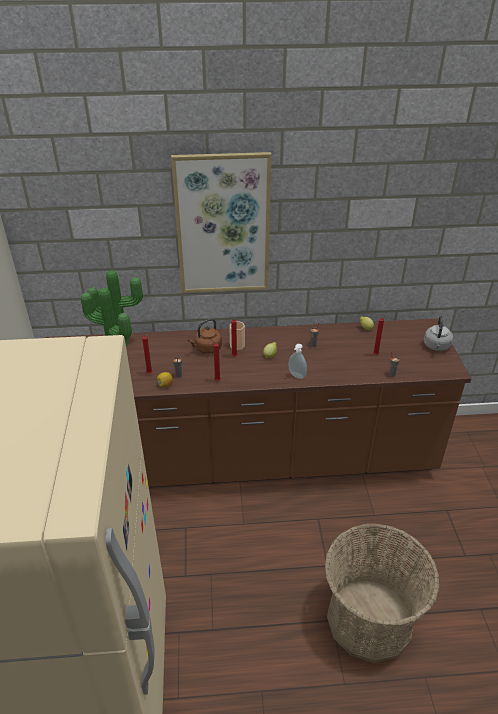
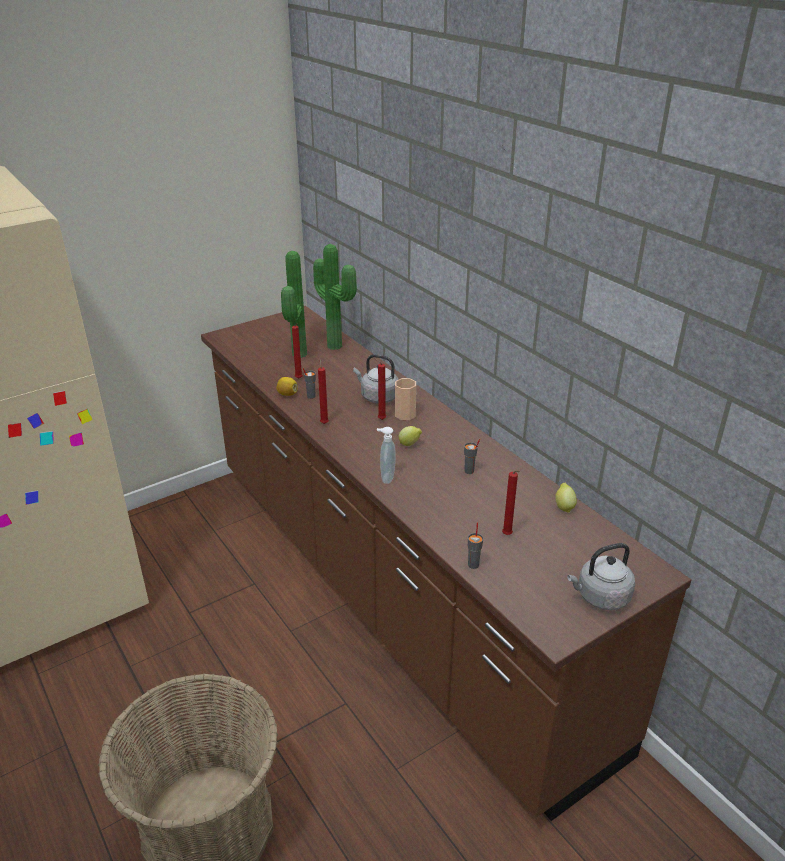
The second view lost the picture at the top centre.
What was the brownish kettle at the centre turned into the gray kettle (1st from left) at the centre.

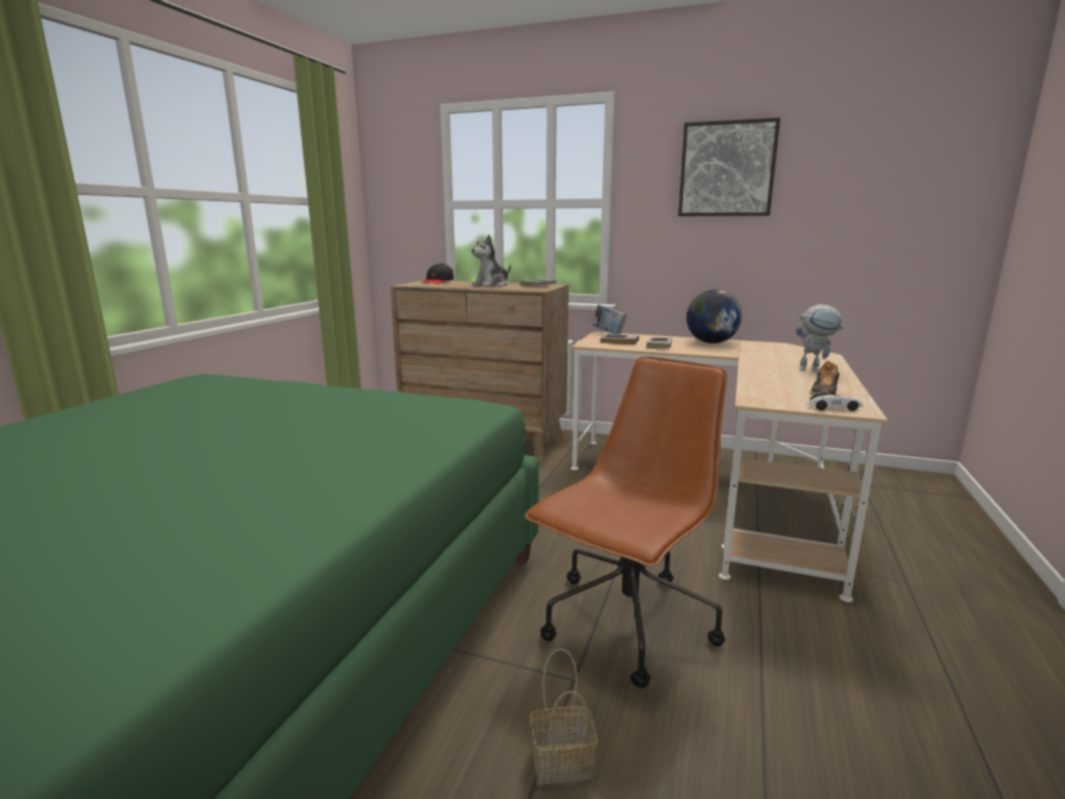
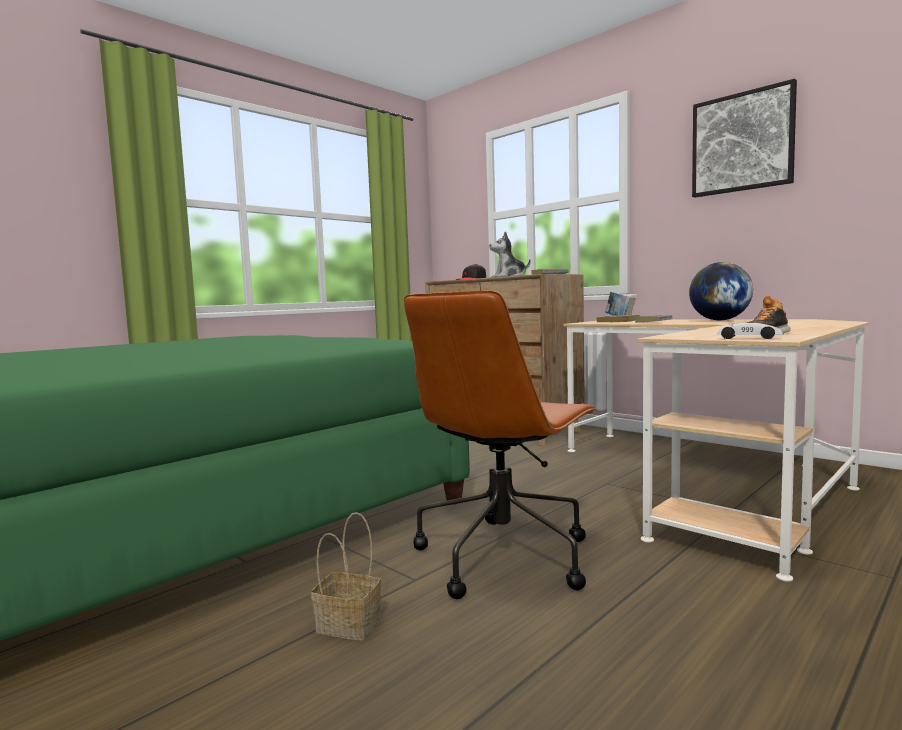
The second view lost the toy robot at the middle right.
The brownish office chair at the centre ended up facing another way, 150 degrees clockwise from before.

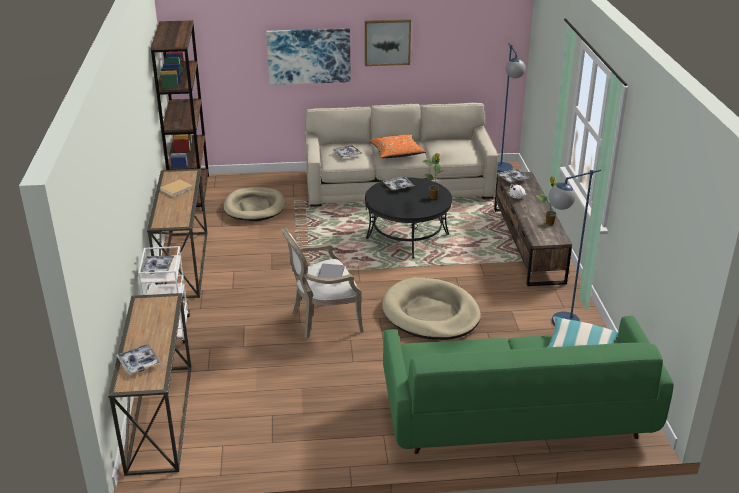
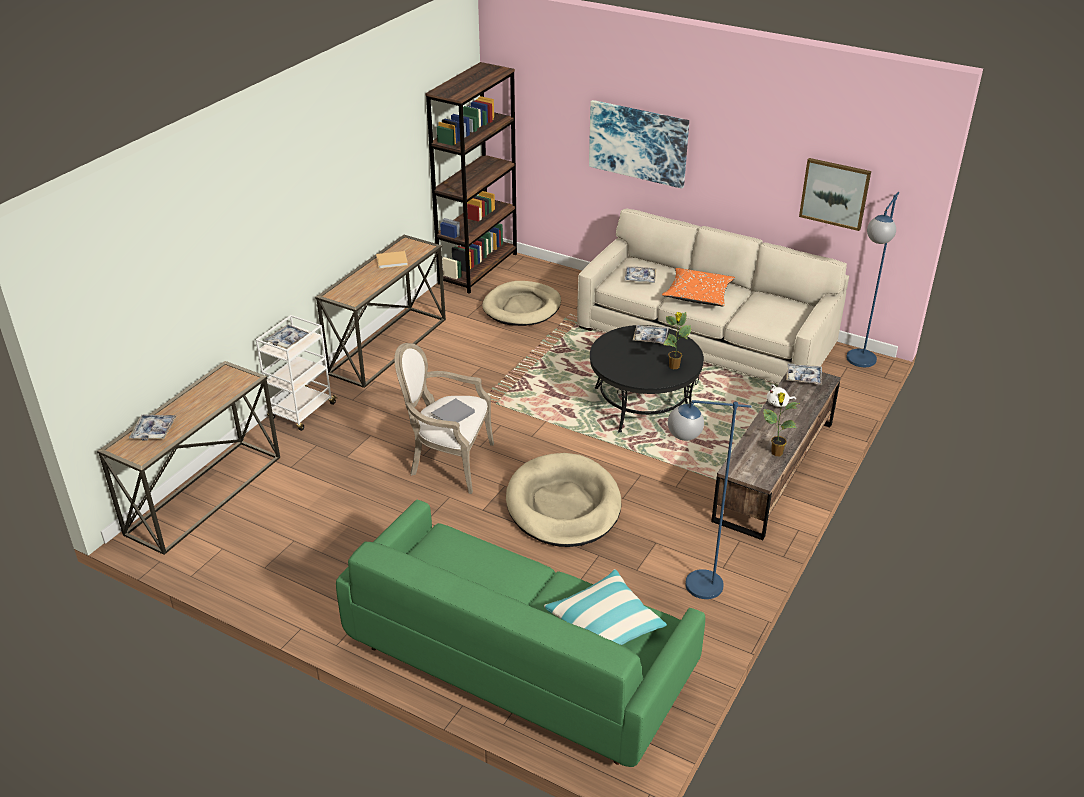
The picture (2nd from left) ended up elsewhere, having gone from the top centre to the top right.

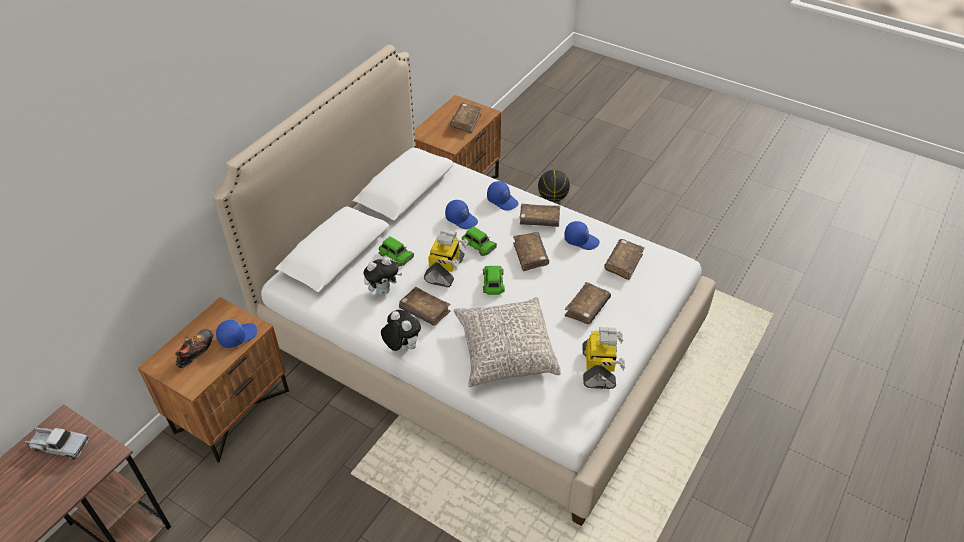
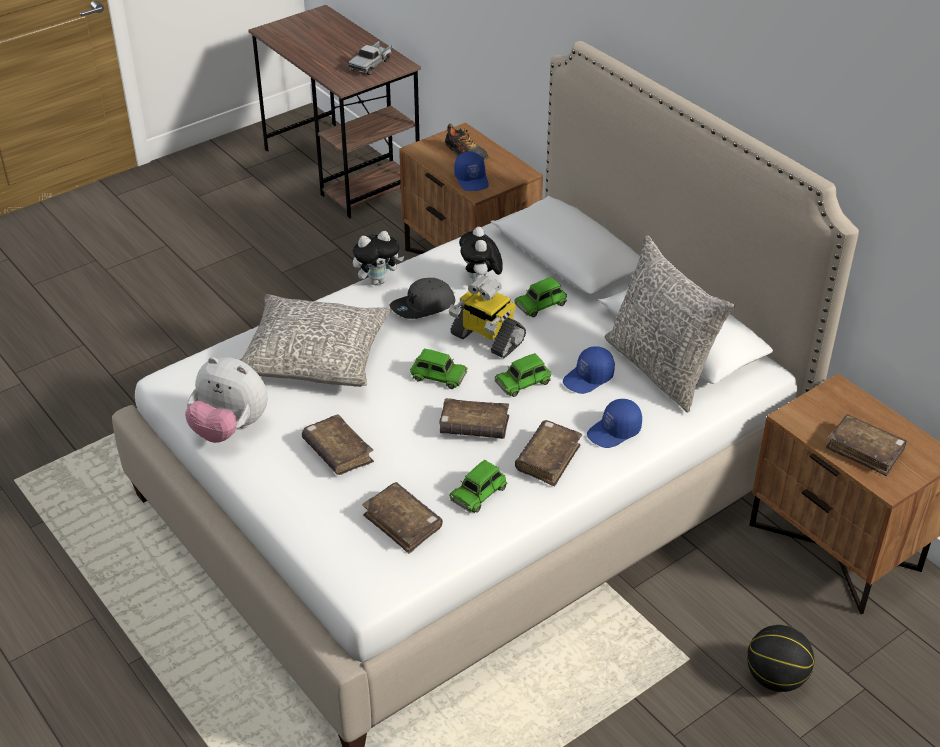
The second view gained the gray pillow (2nd from left) at the middle right.
Where the brownish volume (1st from left) stood at the centre, the gray cap came to stand at the centre.
Where the blue-coloured cap (4th from left) stood at the centre, the greenish model car (2nd from left) came to stand at the centre.
Where the toy robot (2nd from left) stood at the centre, the soft toy (1st from left) came to stand at the middle left.

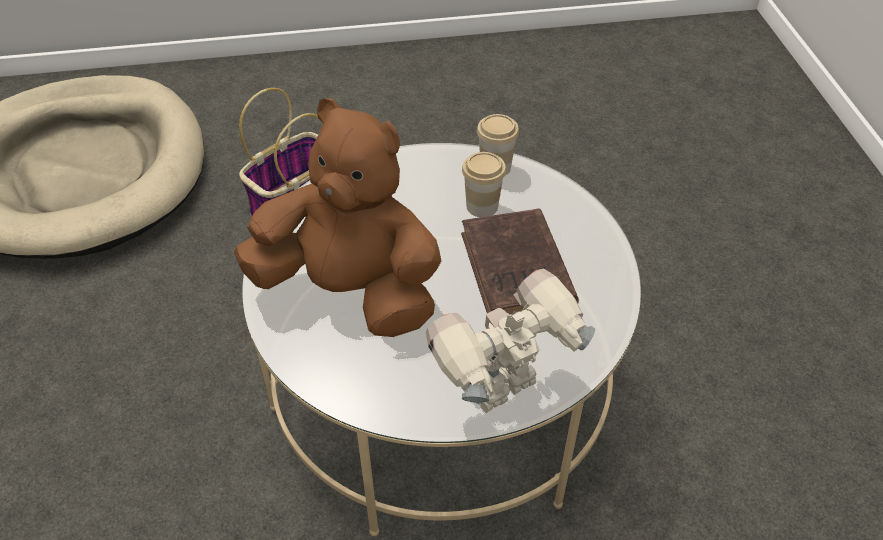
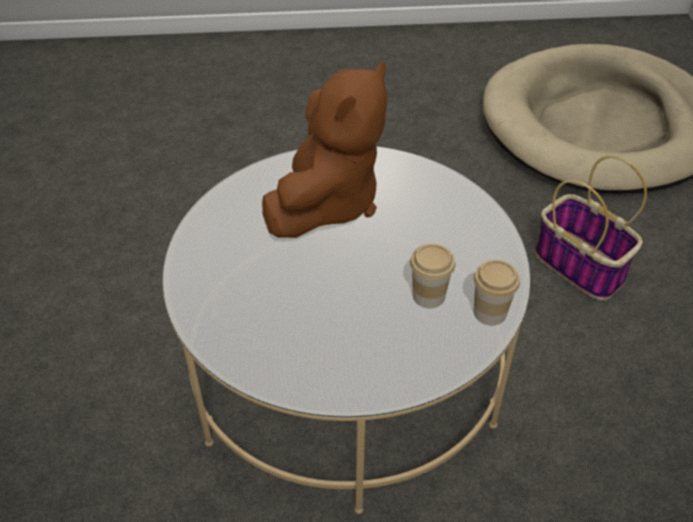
The second view lost the toy robot at the centre.
The second view lost the brownish volume at the centre.

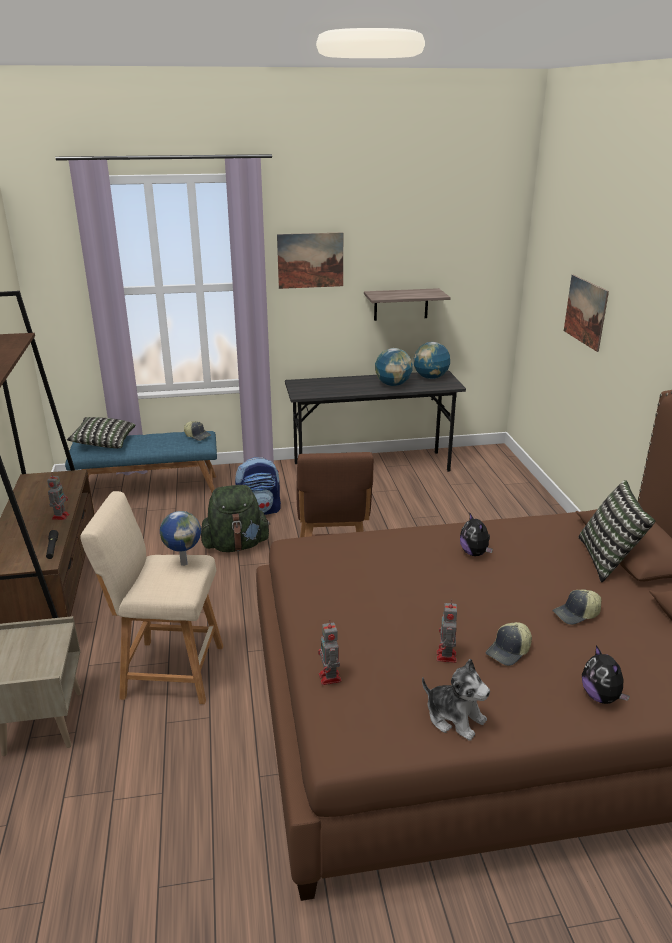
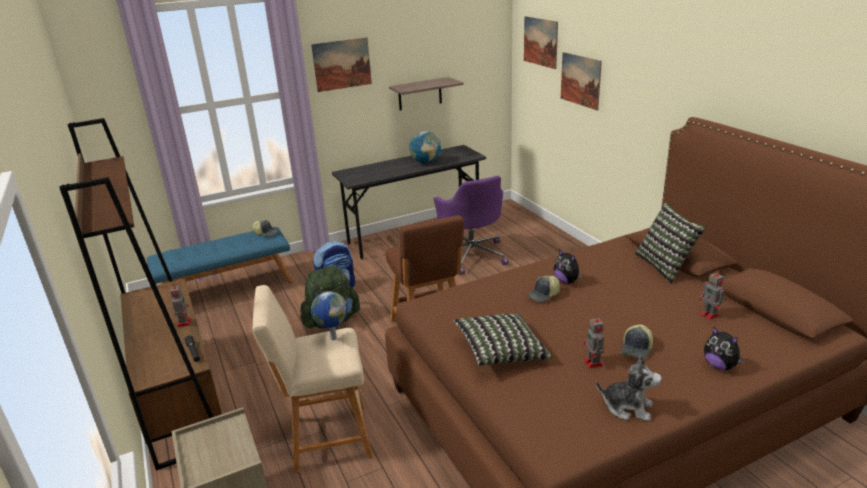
The second view lost the world globe (3rd from left) at the centre.
The second view gained the purple office chair at the centre.
The second view gained the picture (2nd from left) at the top centre.
The pillow (1st from left) ended up elsewhere, having gone from the middle left to the bottom centre.
The toy robot (2nd from left in the first image) ended up elsewhere, having gone from the bottom centre to the middle right.
The cap (3rd from left in the first image) ended up elsewhere, having gone from the middle right to the centre.

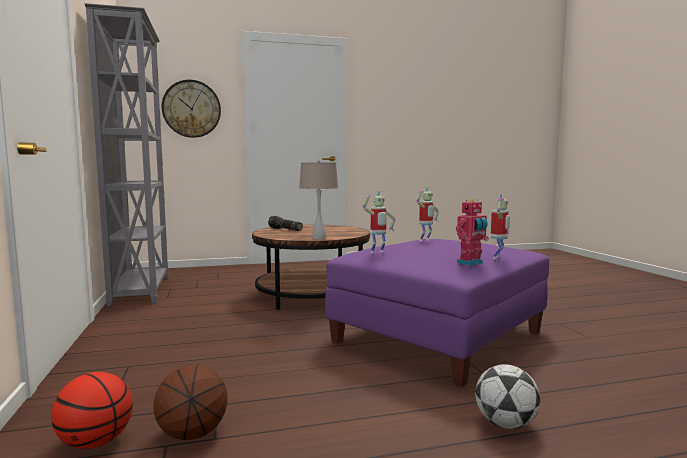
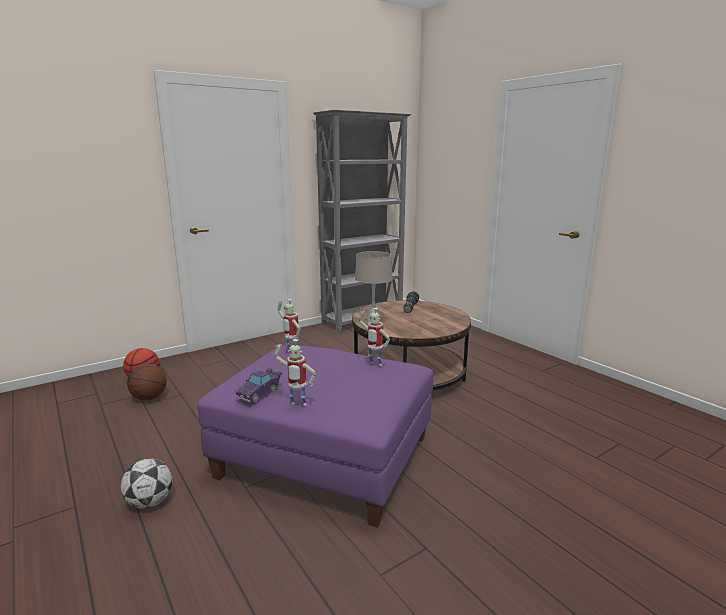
The second view lost the wall clock at the top left.
Where the toy robot (3rd from left) stood at the middle right, the purple model car came to stand at the centre.

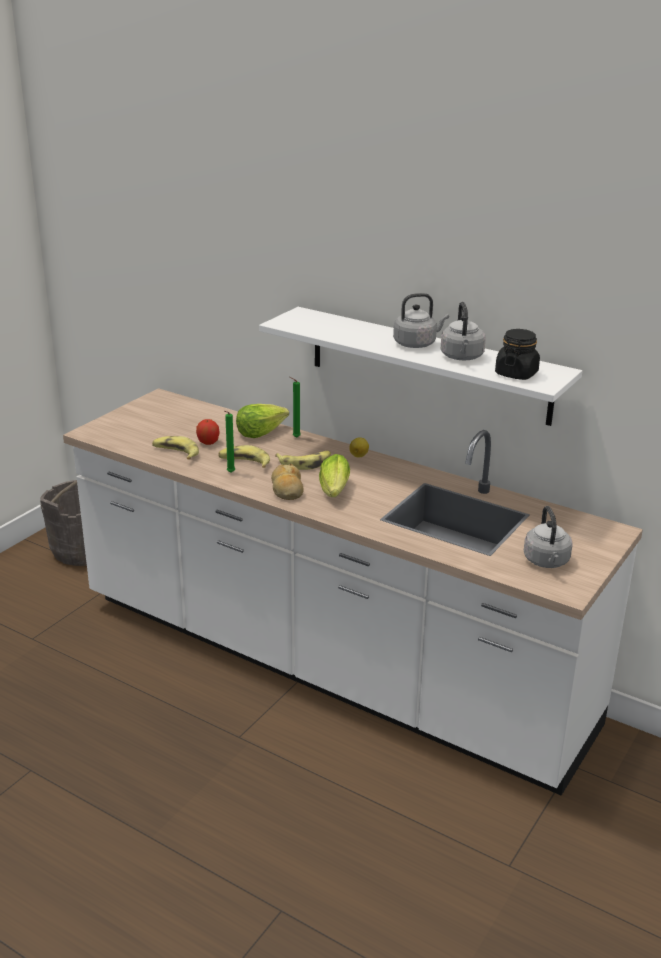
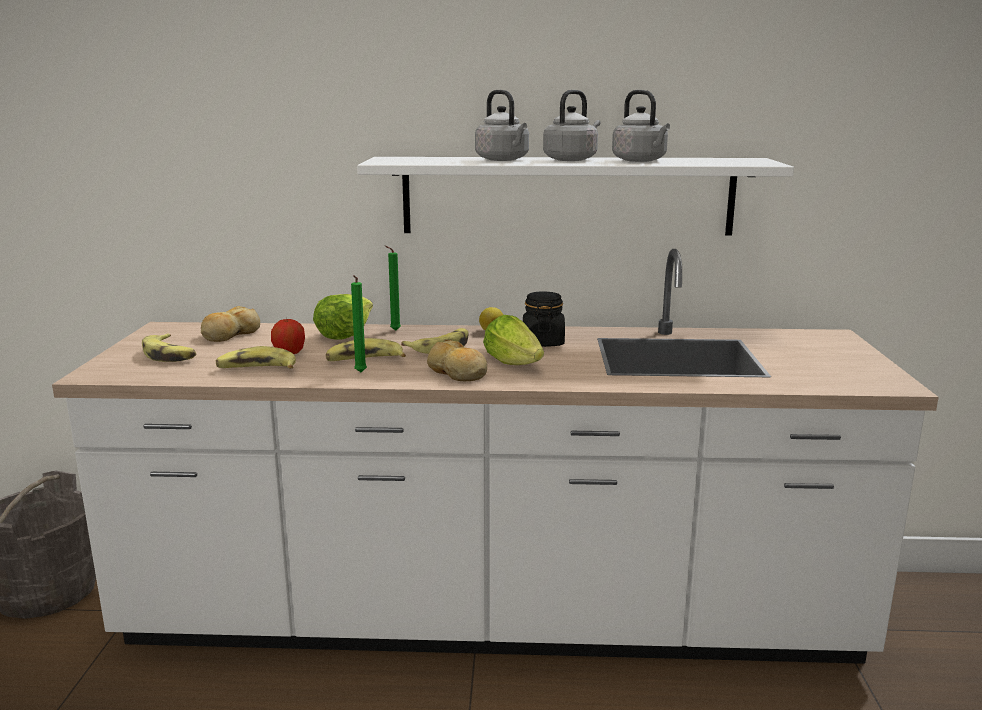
The second view gained the whole banana (1st from left) at the middle left.
The second view gained the baked bread (1st from left) at the middle left.
The black jar ended up elsewhere, having gone from the middle right to the centre.
The gray kettle (3rd from left in the first image) ended up elsewhere, having gone from the middle right to the top centre.

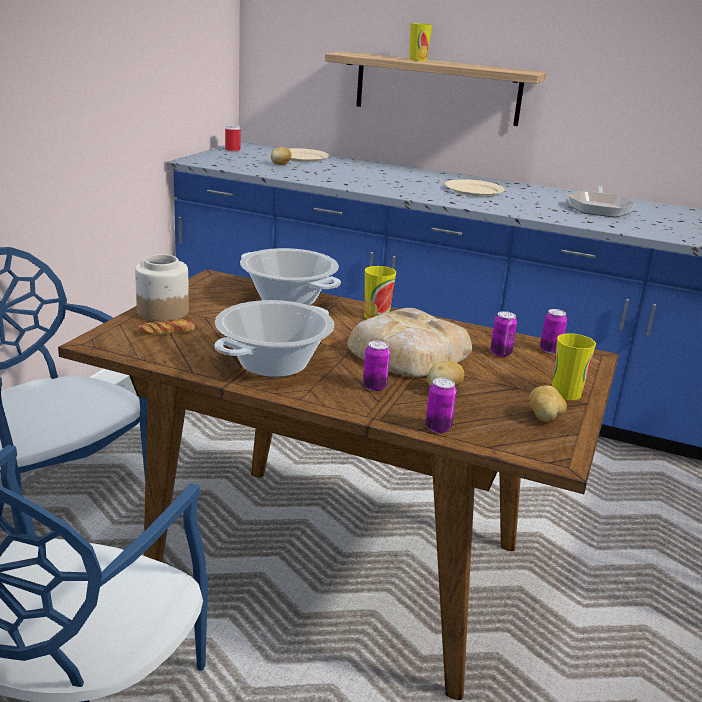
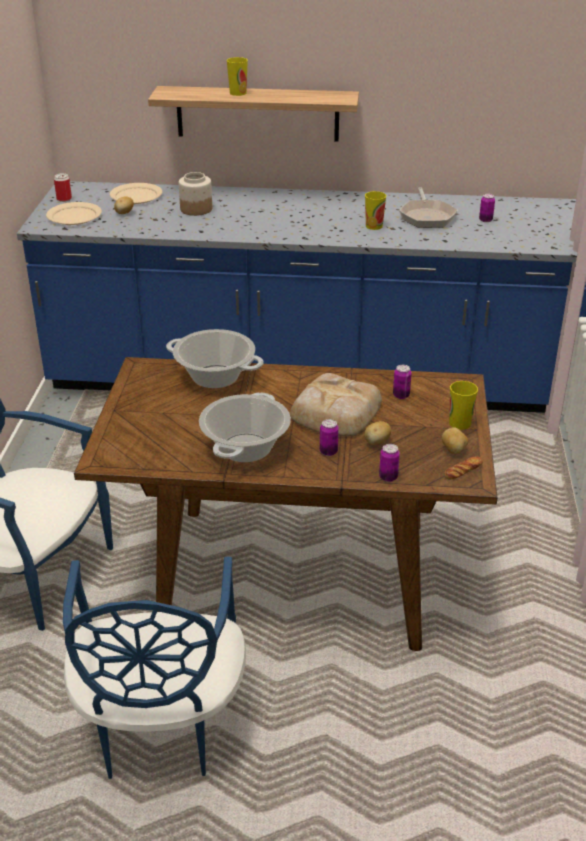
The jar ended up elsewhere, having gone from the middle left to the top left.
The baked bread (1st from left in the first image) ended up elsewhere, having gone from the middle left to the middle right.
The drinking cup (1st from left in the first image) ended up elsewhere, having gone from the centre to the top centre.
The beige flat dish (2nd from left in the first image) ended up elsewhere, having gone from the top right to the top left.
The can (5th from left) ended up elsewhere, having gone from the middle right to the top right.

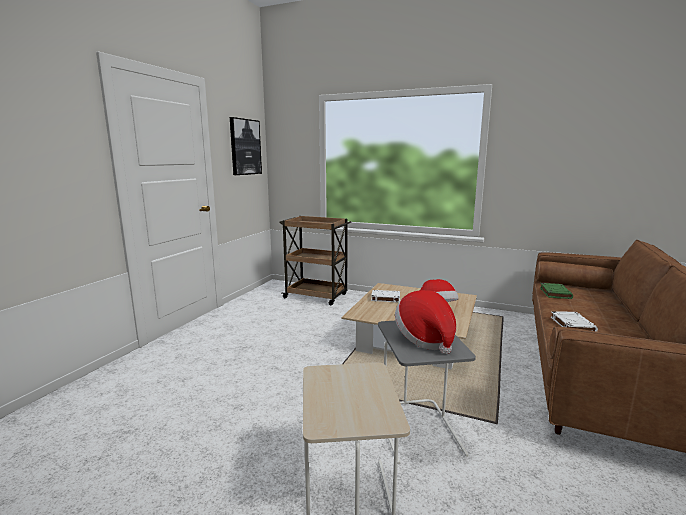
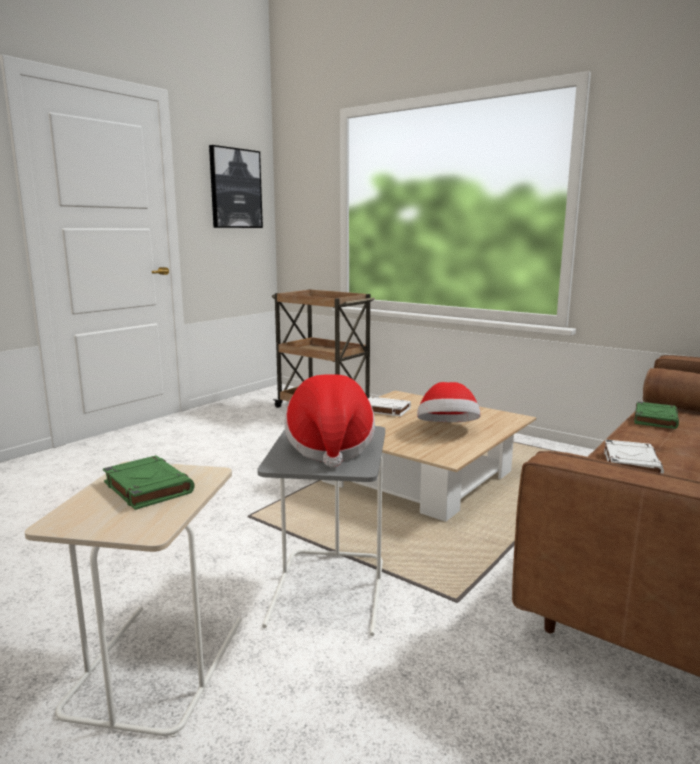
The second view gained the greenish volume (1st from left) at the middle left.

